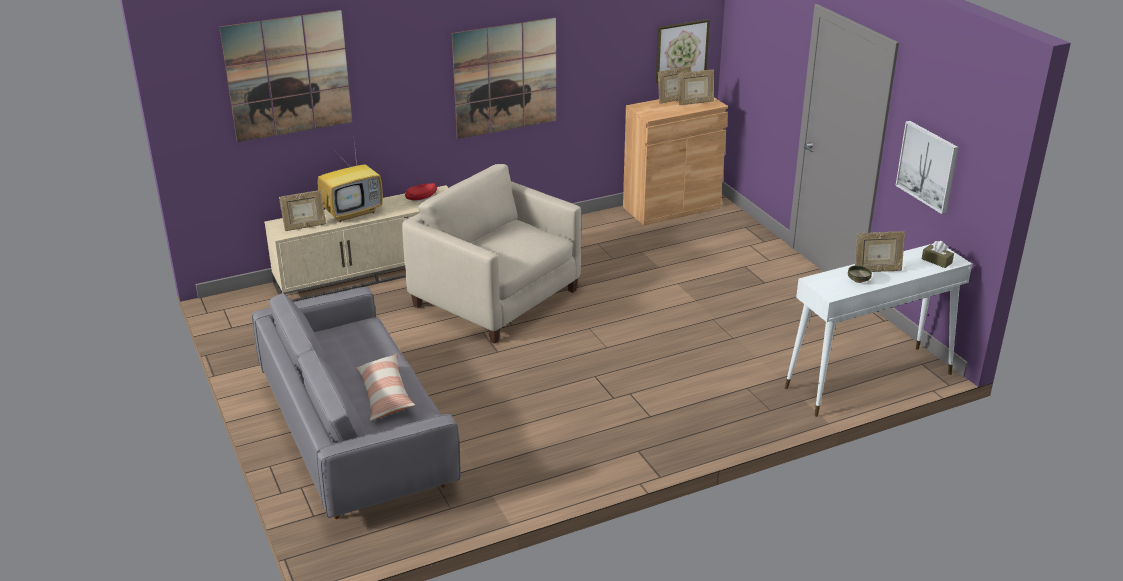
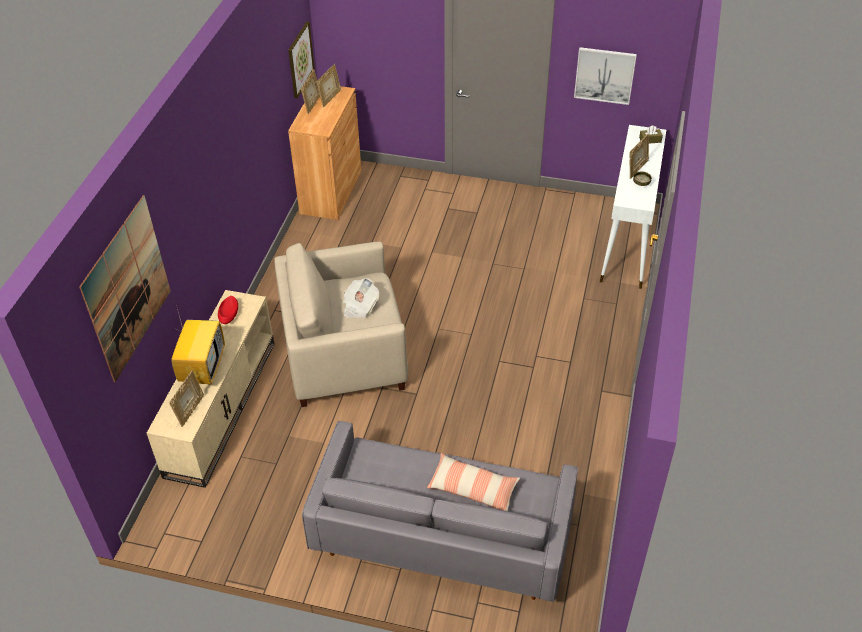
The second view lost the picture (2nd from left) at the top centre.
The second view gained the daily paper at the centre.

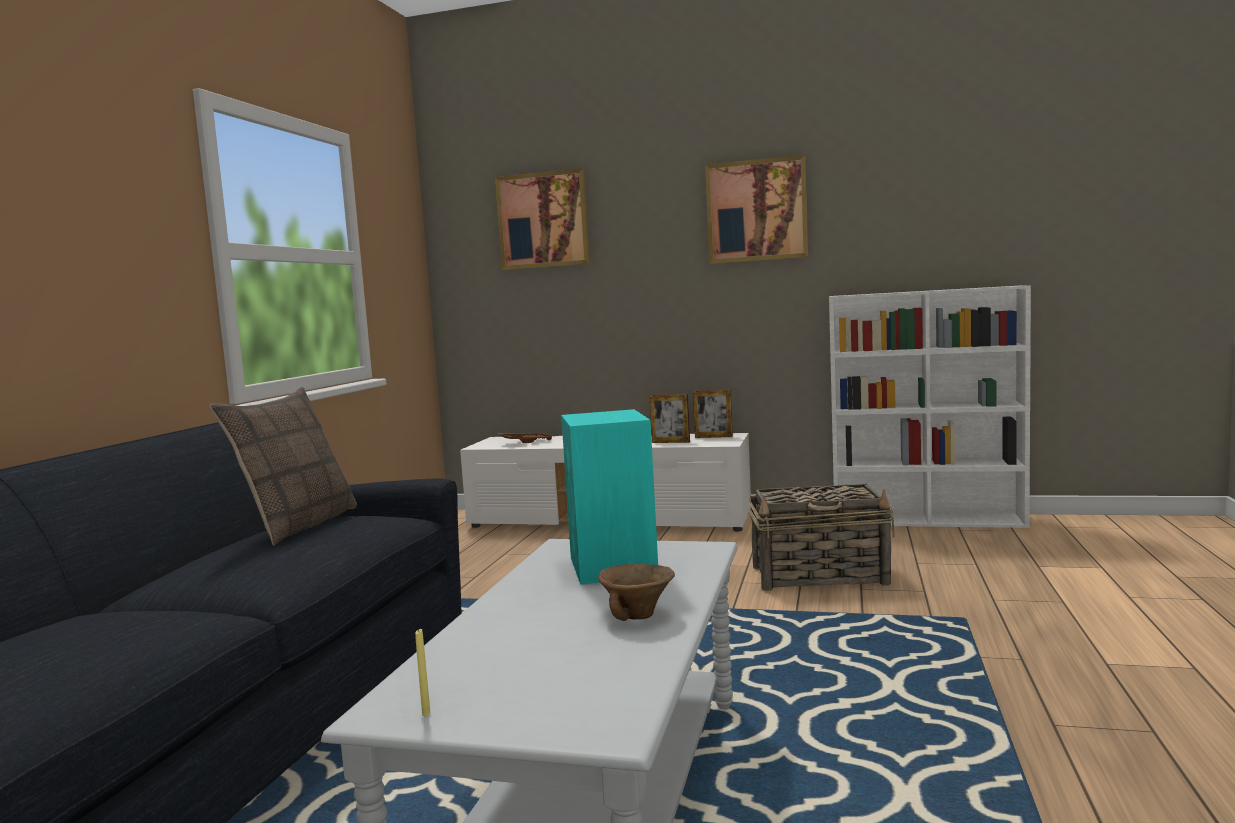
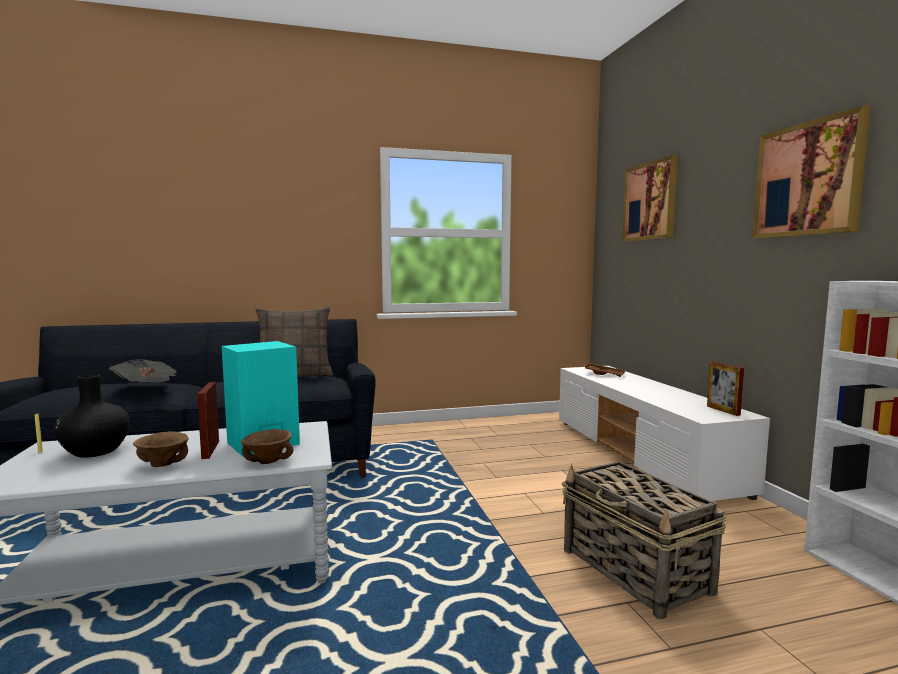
The second view gained the black vase at the middle left.
The second view gained the daily paper at the middle left.
The second view gained the brownish deep dish (2nd from left) at the middle left.
The photo frame (1st from left) ended up elsewhere, having gone from the centre to the middle left.

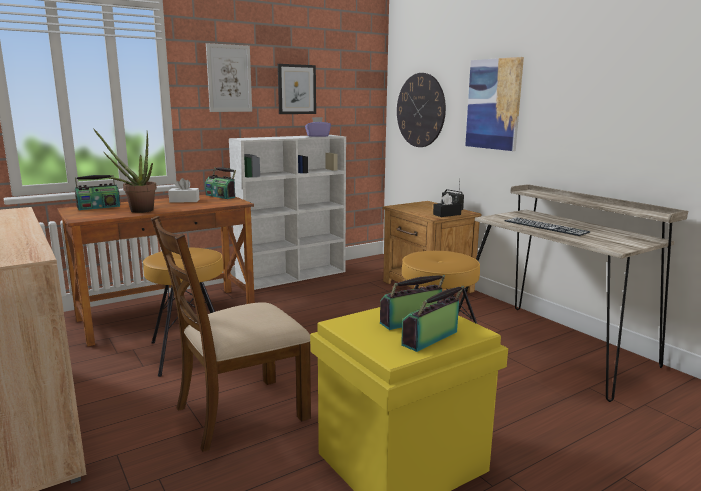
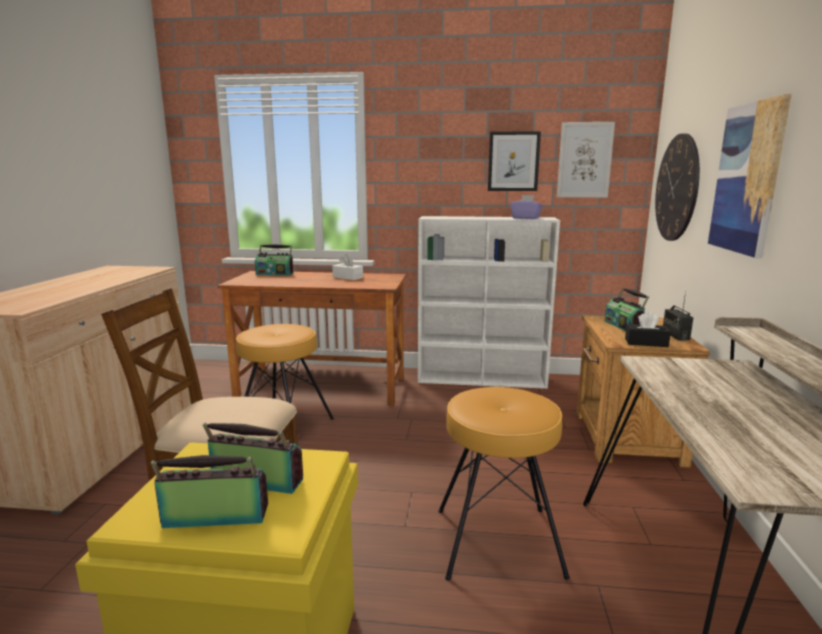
The second view lost the houseplant at the middle left.
The second view lost the computer keyboard at the middle right.
The radio set (2nd from left in the first image) ended up elsewhere, having gone from the middle left to the middle right.
The picture (1st from left in the first image) ended up elsewhere, having gone from the top left to the top right.

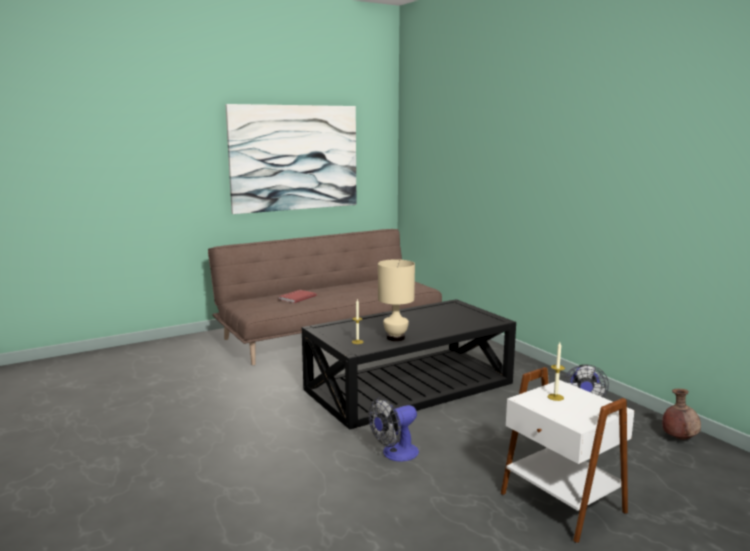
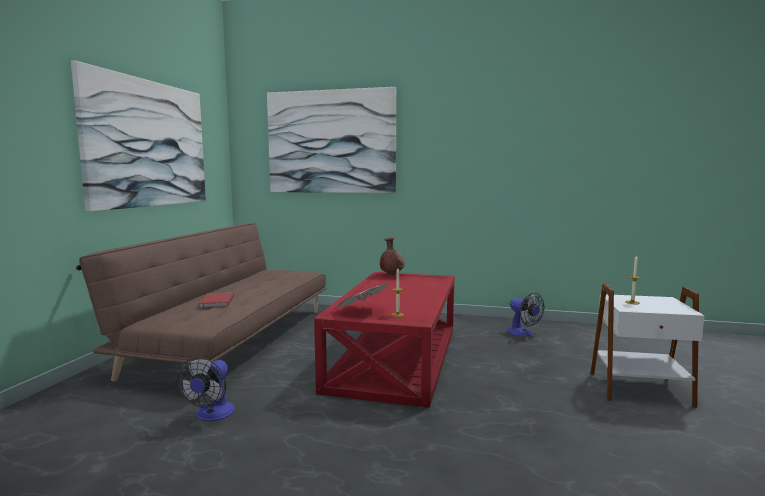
The second view lost the beige tabletop lamp at the centre.
The second view gained the picture (2nd from left) at the top centre.
The second view gained the daily paper at the centre.
The electric fan (1st from left) ended up elsewhere, having gone from the bottom centre to the bottom left.
The brownish vase ended up elsewhere, having gone from the bottom right to the centre.
What was the black lounge table at the centre turned into the red-coloured lounge table at the bottom centre.

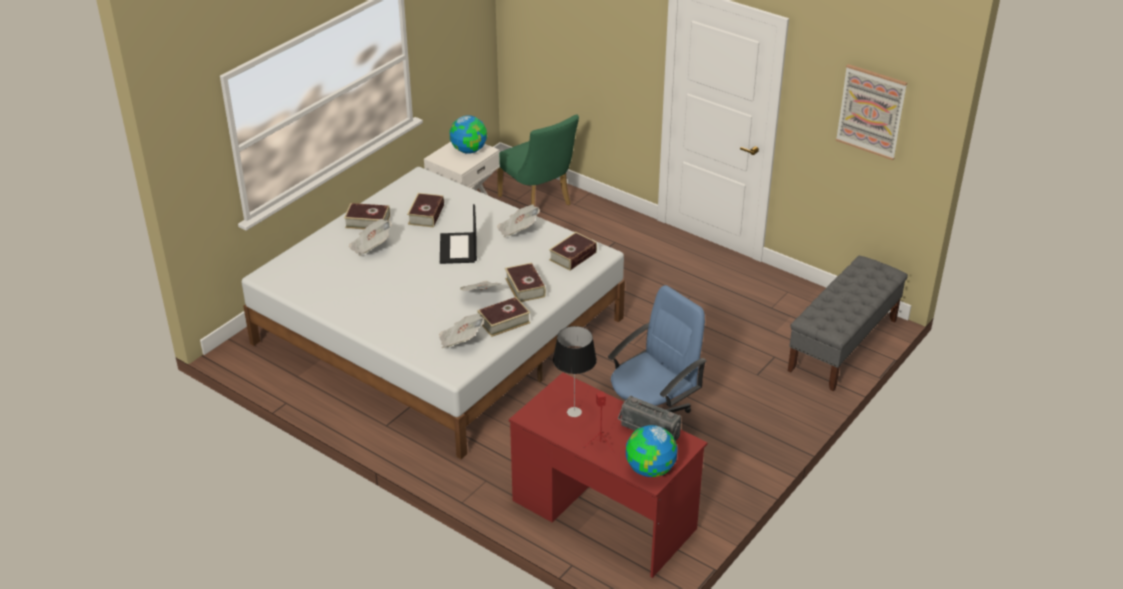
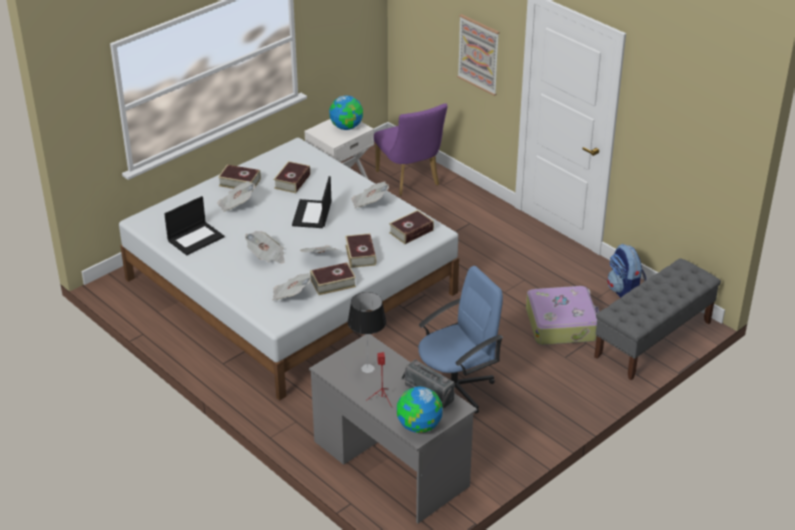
The second view gained the notebook computer (1st from left) at the middle left.
The second view gained the daily paper (2nd from left) at the middle left.
The second view gained the travel case at the middle right.
The second view gained the rucksack at the middle right.
The picture ended up elsewhere, having gone from the top right to the top centre.
What was the greenish chair at the top centre turned into the purple chair at the top centre.
What was the red-coloured desk at the bottom centre turned into the gray desk at the bottom centre.

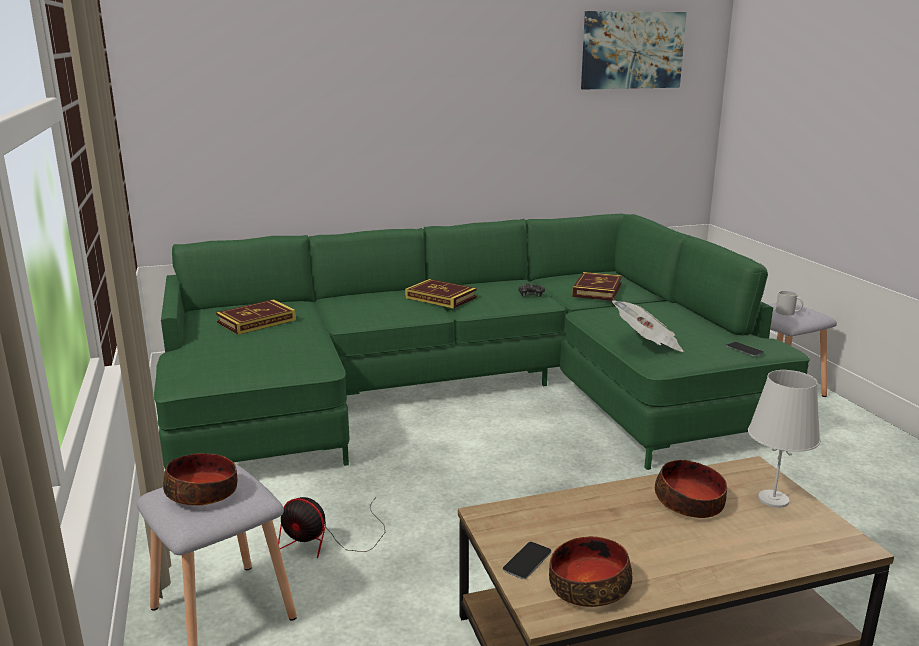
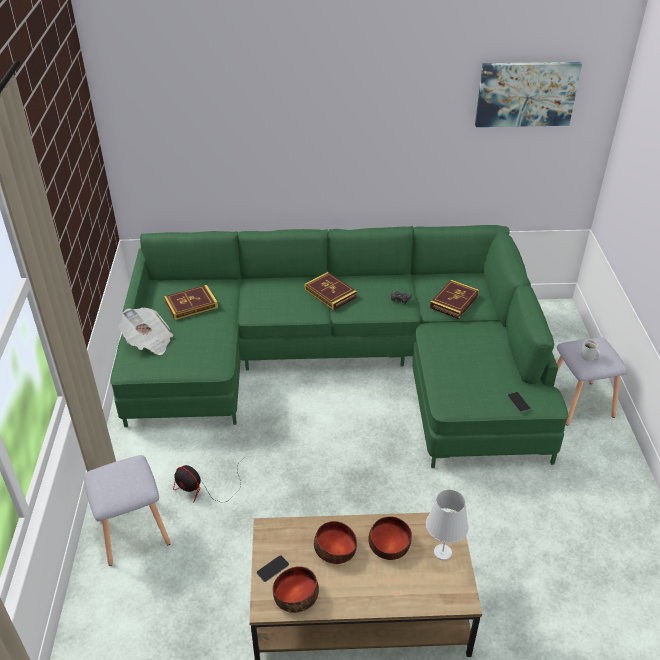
The deep dish (1st from left in the first image) ended up elsewhere, having gone from the bottom left to the bottom centre.
The daily paper ended up elsewhere, having gone from the middle right to the middle left.

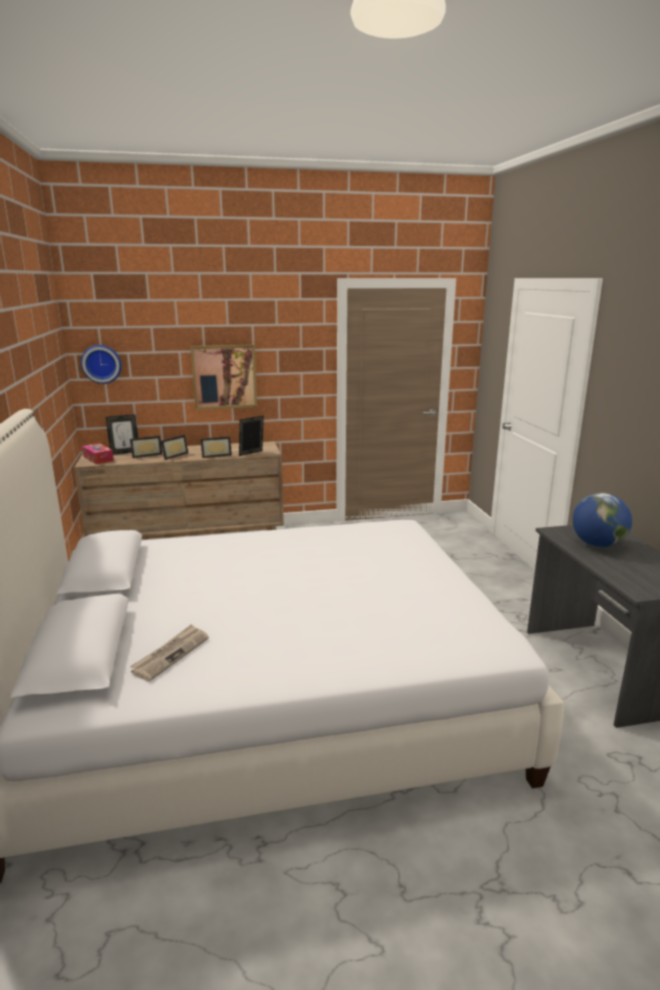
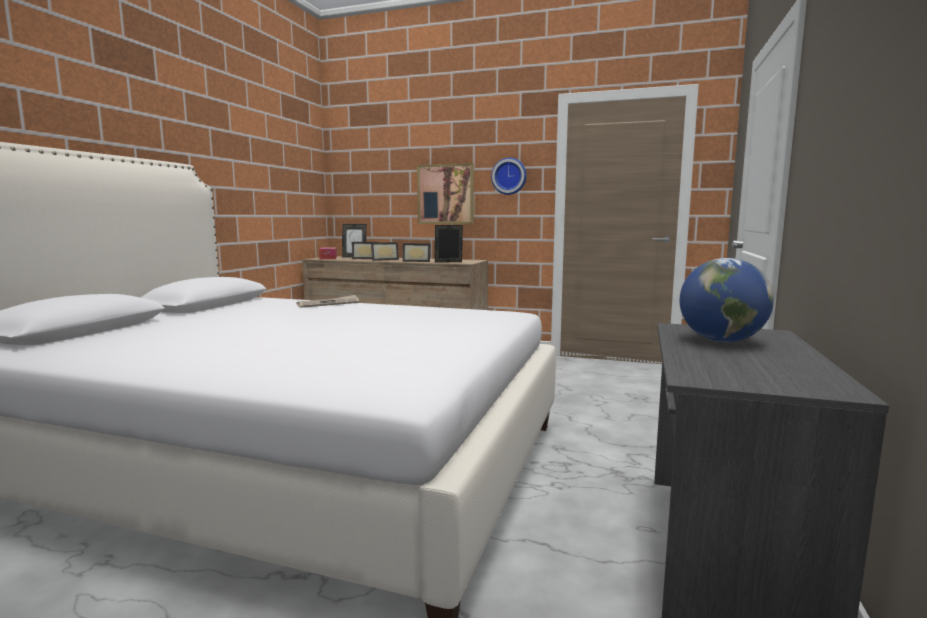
The wall clock ended up elsewhere, having gone from the middle left to the top centre.
The daily paper ended up elsewhere, having gone from the middle left to the centre.

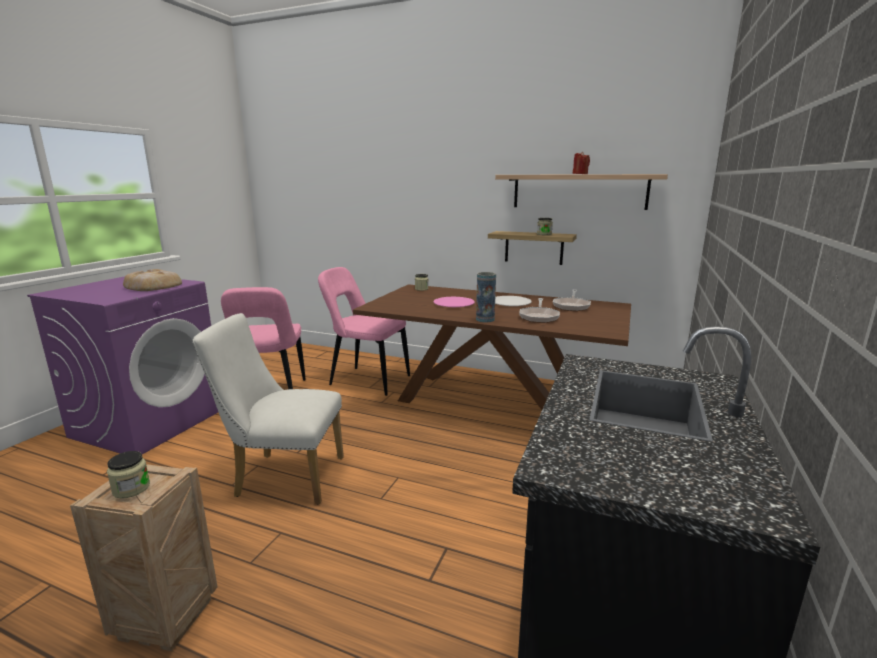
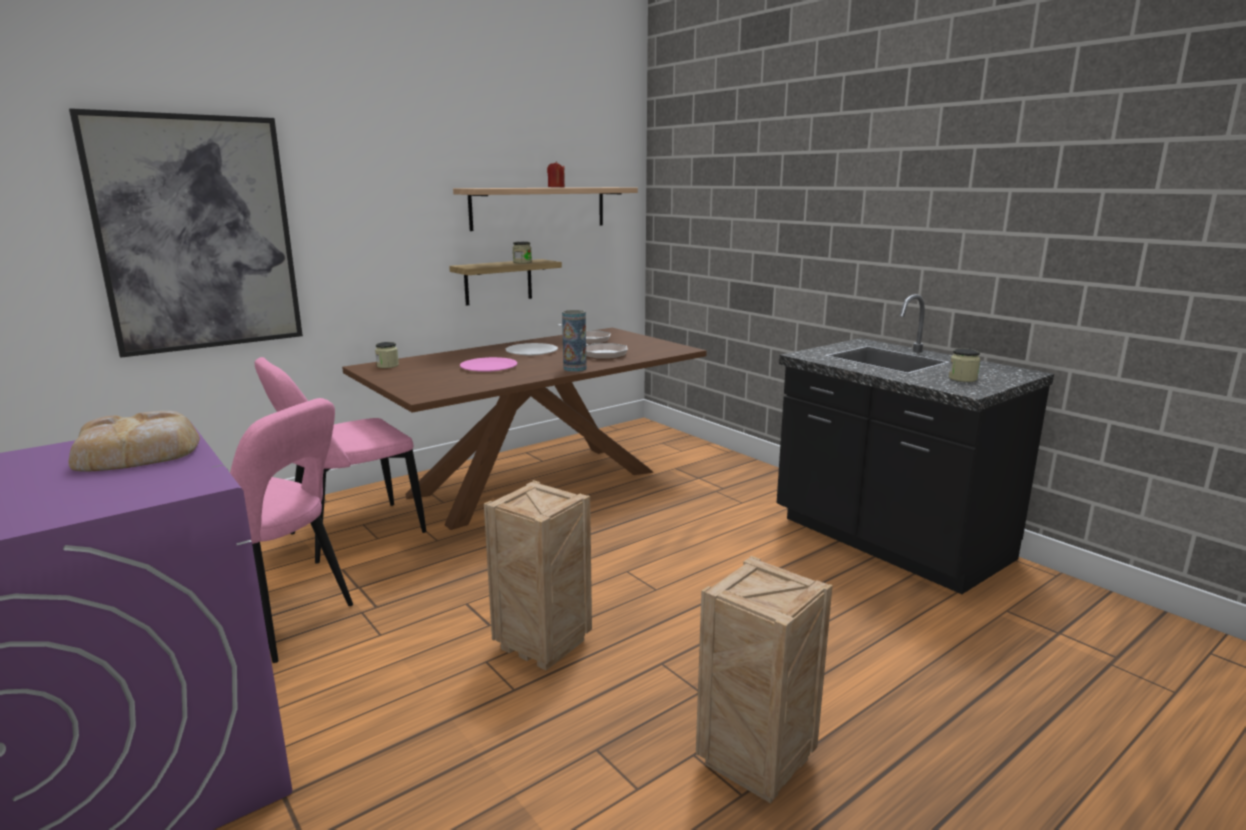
The second view gained the picture at the top left.
The jar (1st from left in the first image) ended up elsewhere, having gone from the bottom left to the middle right.
Where the whitish chair stood at the middle left, the crate (1st from left) came to stand at the bottom centre.

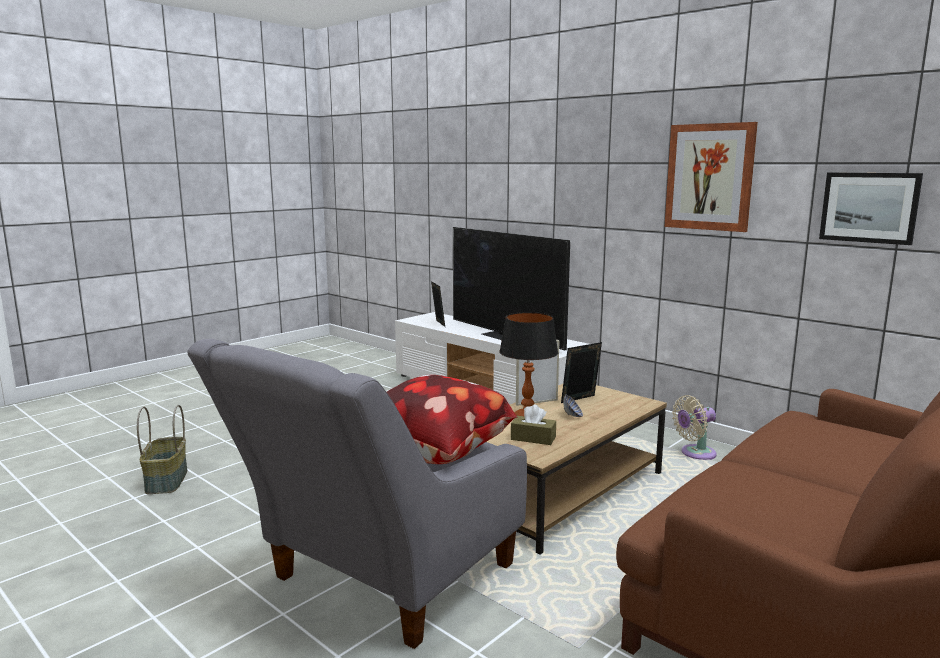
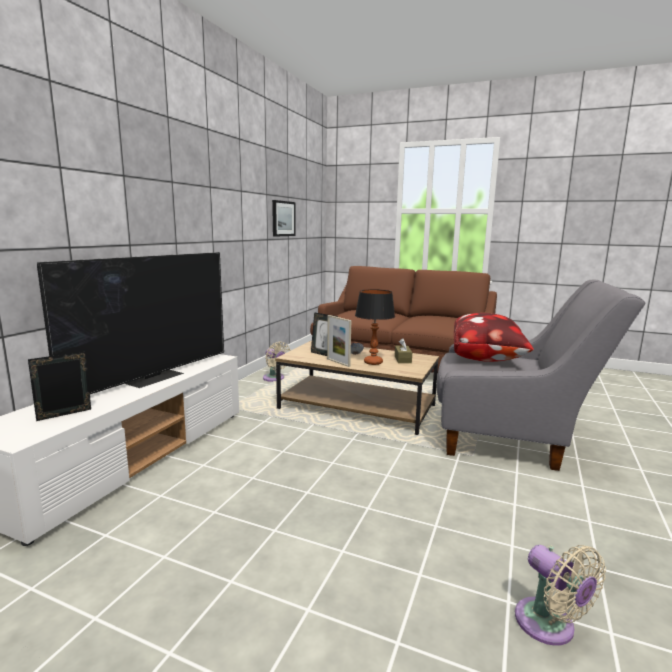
The second view lost the picture (1st from left) at the top right.
Where the storage basket stood at the bottom left, the beige electric fan (2nd from left) came to stand at the bottom right.

